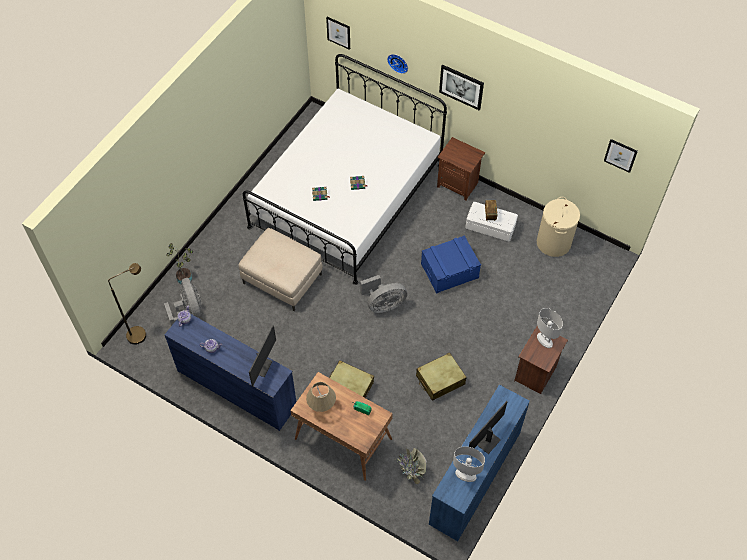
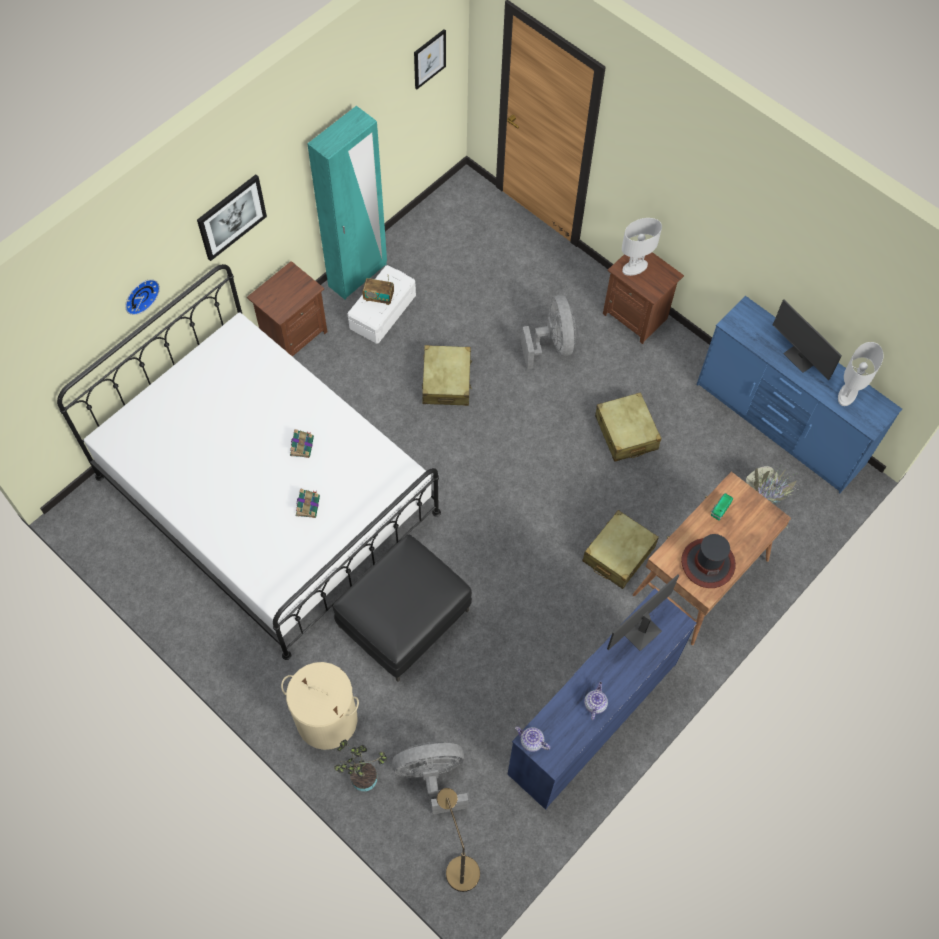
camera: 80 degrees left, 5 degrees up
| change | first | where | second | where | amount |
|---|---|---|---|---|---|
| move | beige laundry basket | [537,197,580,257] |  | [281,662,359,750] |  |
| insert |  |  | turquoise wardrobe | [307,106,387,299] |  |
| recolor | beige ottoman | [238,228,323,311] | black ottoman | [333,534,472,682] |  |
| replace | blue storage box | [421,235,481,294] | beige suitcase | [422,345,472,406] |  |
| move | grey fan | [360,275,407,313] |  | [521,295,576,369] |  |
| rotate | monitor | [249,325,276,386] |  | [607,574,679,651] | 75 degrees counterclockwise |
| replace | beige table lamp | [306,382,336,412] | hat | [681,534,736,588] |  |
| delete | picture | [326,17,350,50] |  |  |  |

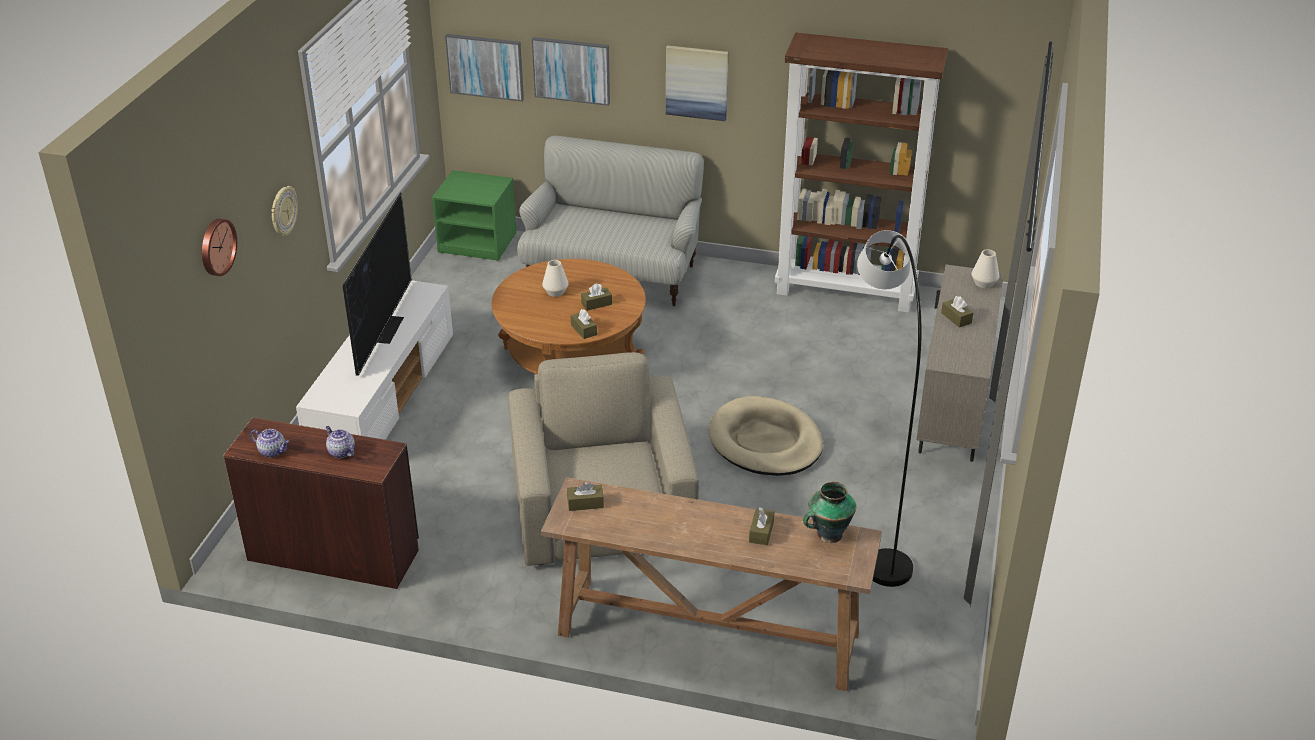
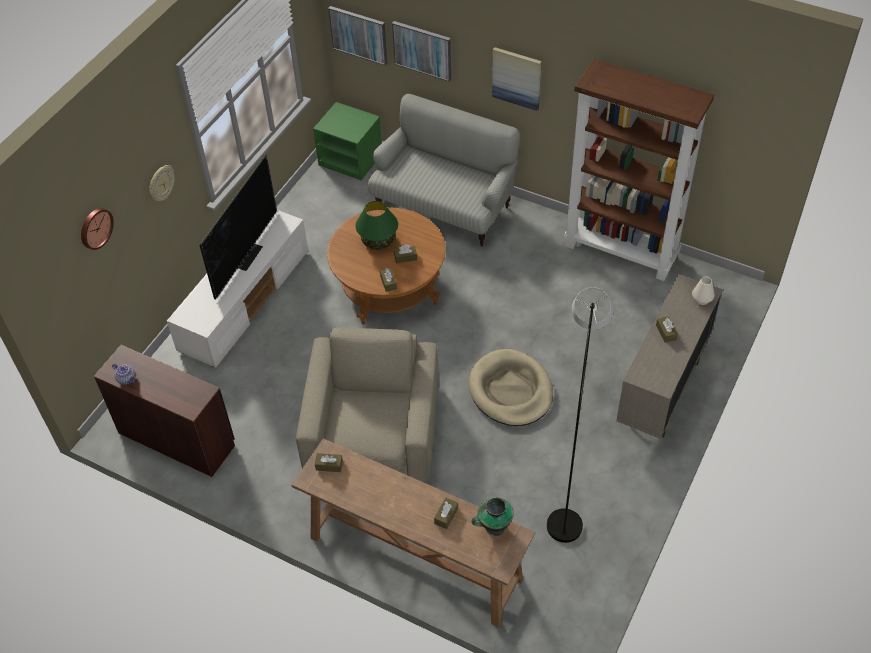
camera: 15 degrees right, 15 degrees up
| change | first | where | second | where | amount |
|---|---|---|---|---|---|
| replace | white vase | [542,260,569,297] | green table lamp | [356,201,398,250] |  |
| delete | teapot | [326,426,355,458] |  |  |  |

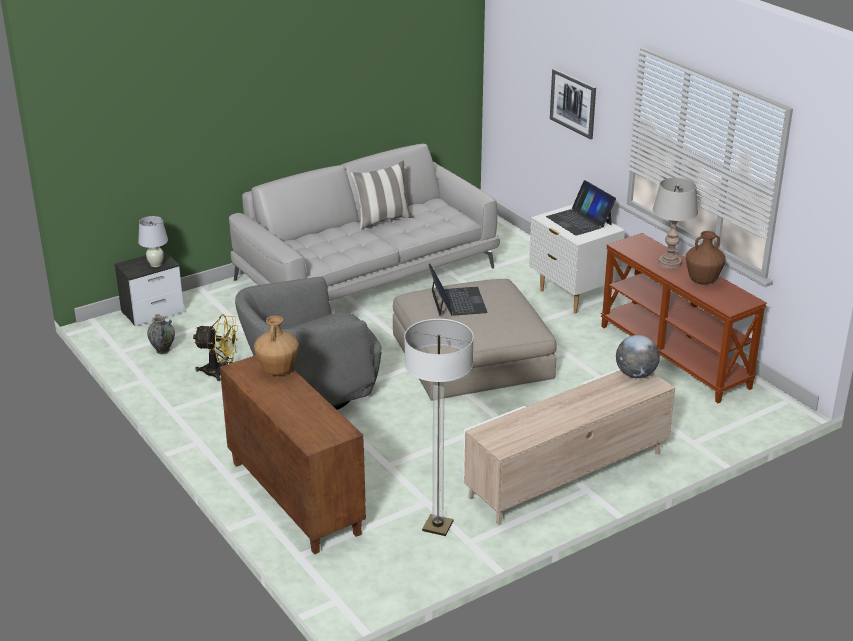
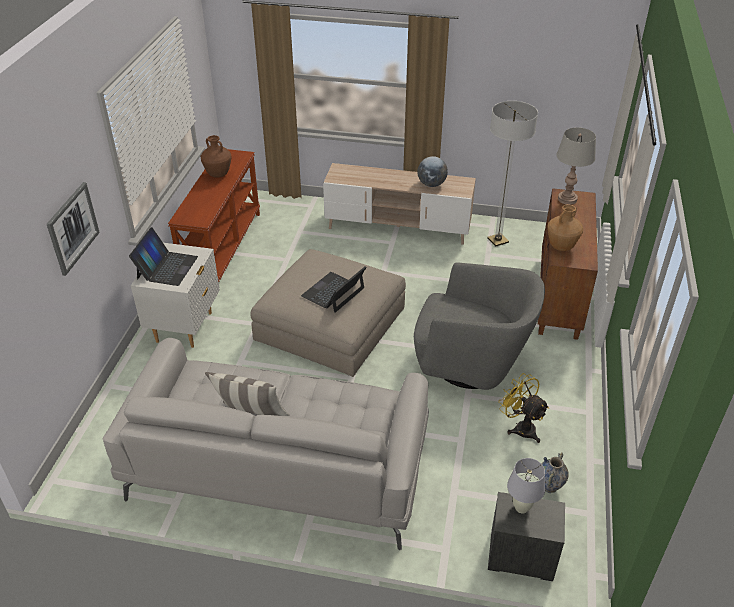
camera: 135 degrees left, 10 degrees up
| change | first | where | second | where | amount |
|---|---|---|---|---|---|
| move | globe | [616,335,660,378] |  | [417,156,448,187] |  |
| move | grey table lamp | [653,178,698,269] |  | [556,127,596,205] |  |

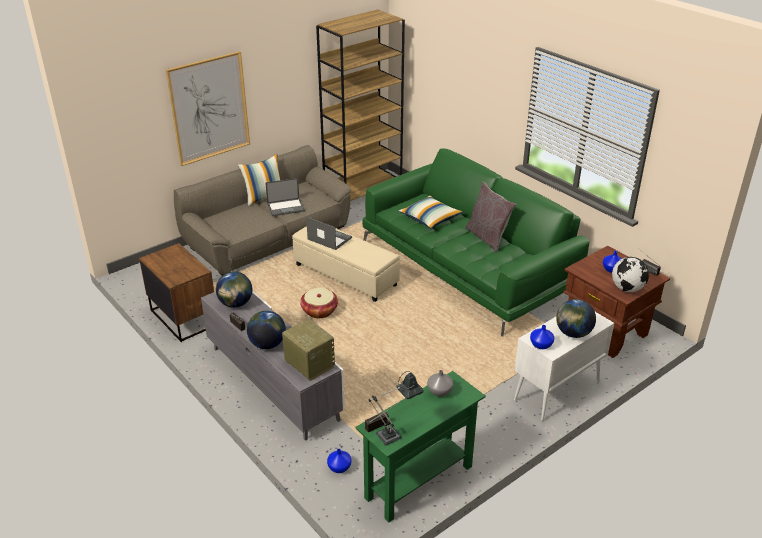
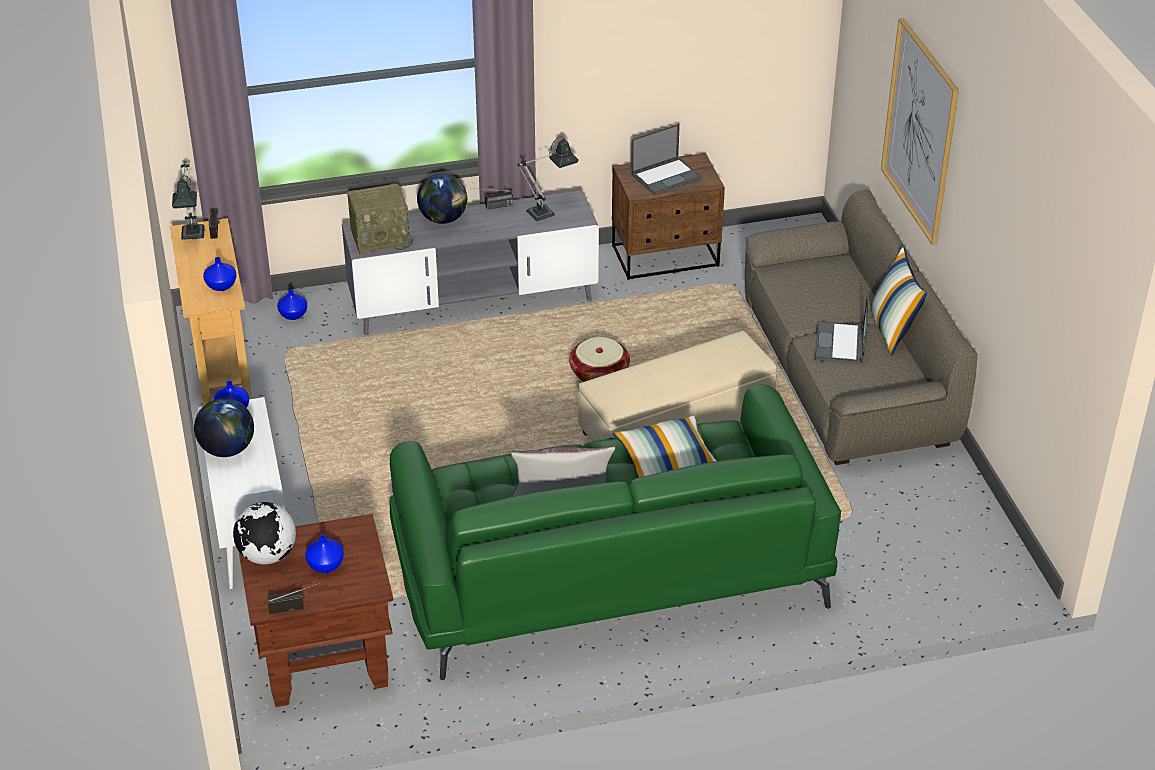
camera: 115 degrees right, 5 degrees up
| change | first | where | second | where | amount |
|---|---|---|---|---|---|
| recolor | green console table | [355,371,486,522] | beige console table | [170,218,252,406] |  |
| recolor | grey vase | [427,370,453,397] | blue vase | [203,257,236,291] |  |
| replace | globe | [216,272,252,308] | table lamp | [517,137,579,221] |  |
| move | laptop | [306,217,352,250] |  | [631,124,702,196] |  |
| delete | brown bookcase | [316,10,405,201] |  |  |  |

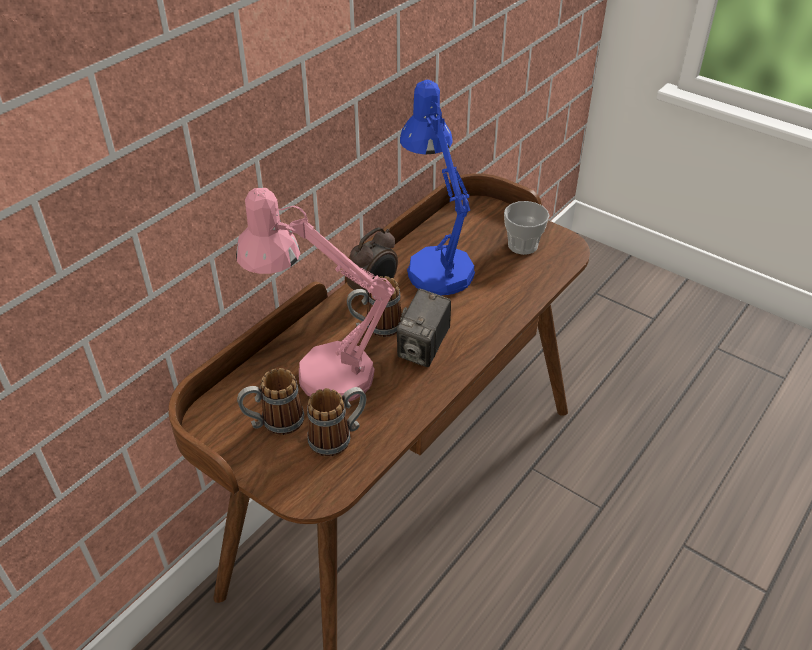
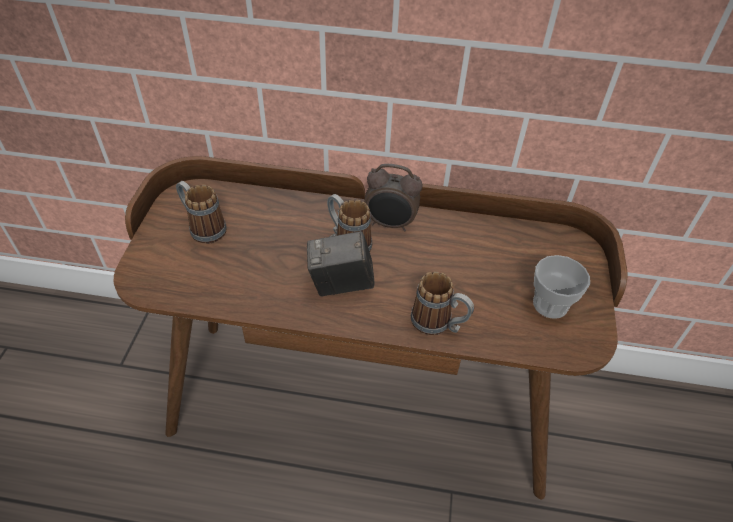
camera: 60 degrees right, 5 degrees up
| change | first | where | second | where | amount |
|---|---|---|---|---|---|
| move | mug | [307,387,366,457] |  | [411,271,474,335] |  |
| delete | pink table lamp | [236,188,395,402] |  |  |  |
| delete | blue table lamp | [400,80,475,296] |  |  |  |

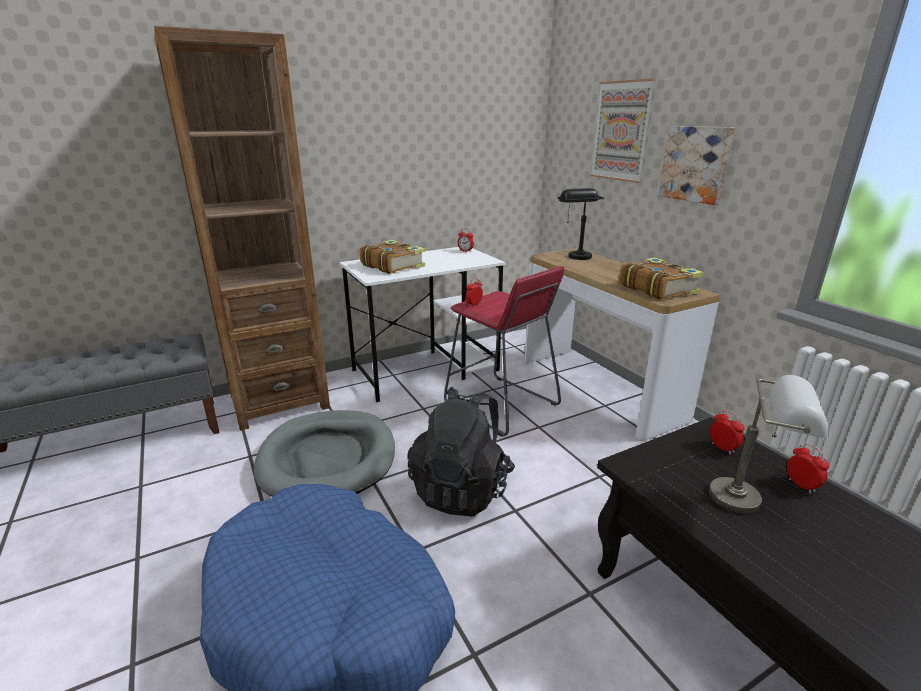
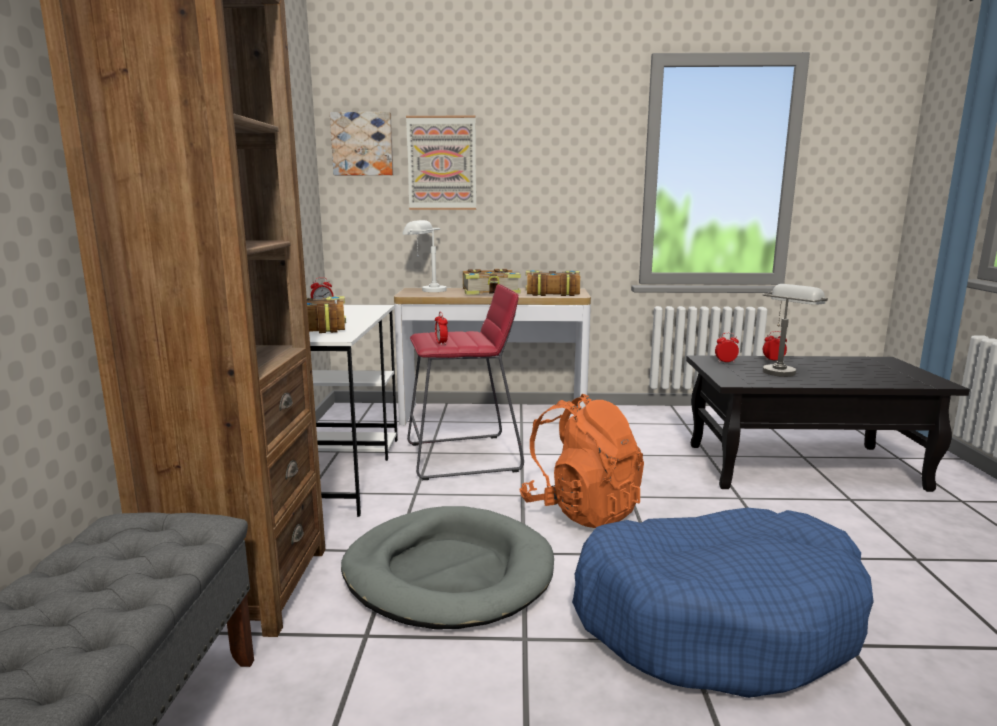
camera: 60 degrees left, 10 degrees down
| change | first | where | second | where | amount |
|---|---|---|---|---|---|
| move | picture | [658,126,735,205] |  | [330,112,394,175] |  |
| recolor | black table lamp | [558,188,604,260] | white table lamp | [402,220,447,292] |  |
| insert |  |  | book | [463,269,521,295] |  |
| recolor | black backpack | [407,387,515,517] | orange backpack | [520,394,644,528] |  |

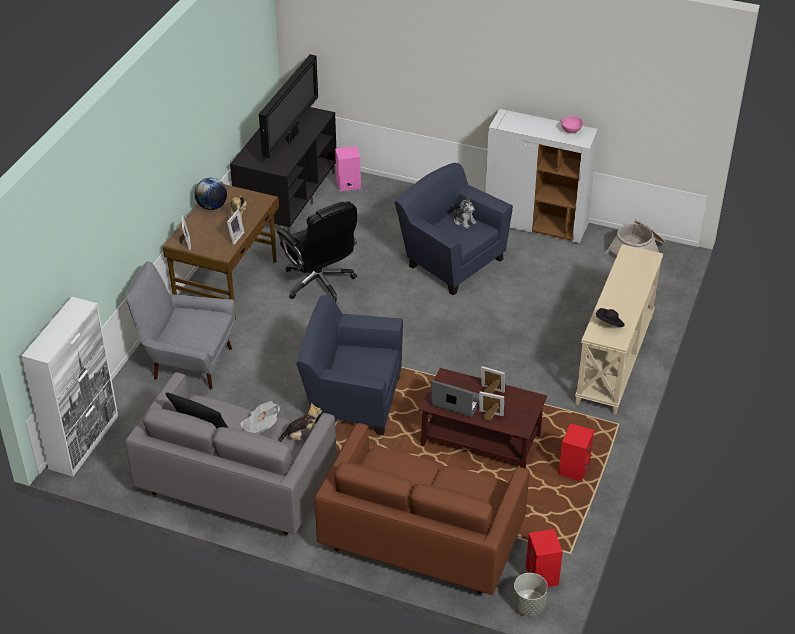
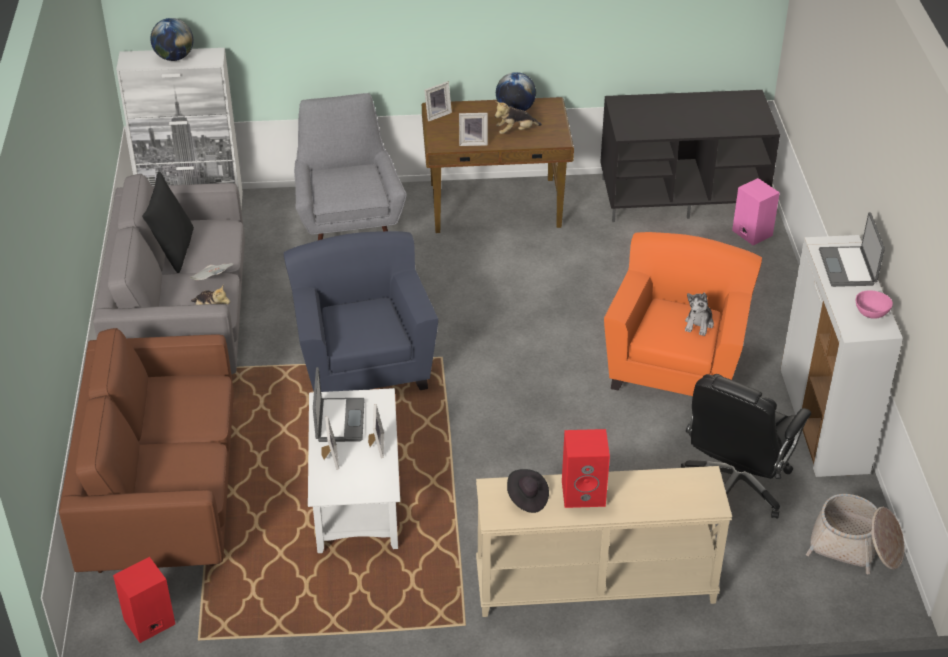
camera: 65 degrees right, 0 degrees up
| change | first | where | second | where | amount |
|---|---|---|---|---|---|
| insert |  |  | globe | [150,18,193,61] |  |
| recolor | brown coffee table | [418,368,547,468] | white coffee table | [308,388,400,553] |  |
| move | red speaker | [558,424,594,482] |  | [562,429,610,508] |  |
| recolor | blue armchair | [395,163,513,296] | orange armchair | [604,232,762,396] |  |
| move | black office chair | [277,201,357,302] |  | [681,374,811,519] |  |
| insert |  |  | laptop | [819,212,885,287] |  |
| delete | television | [259,54,318,158] |  |  |  |
| delete | grey planter | [513,573,548,616] |  |  |  |

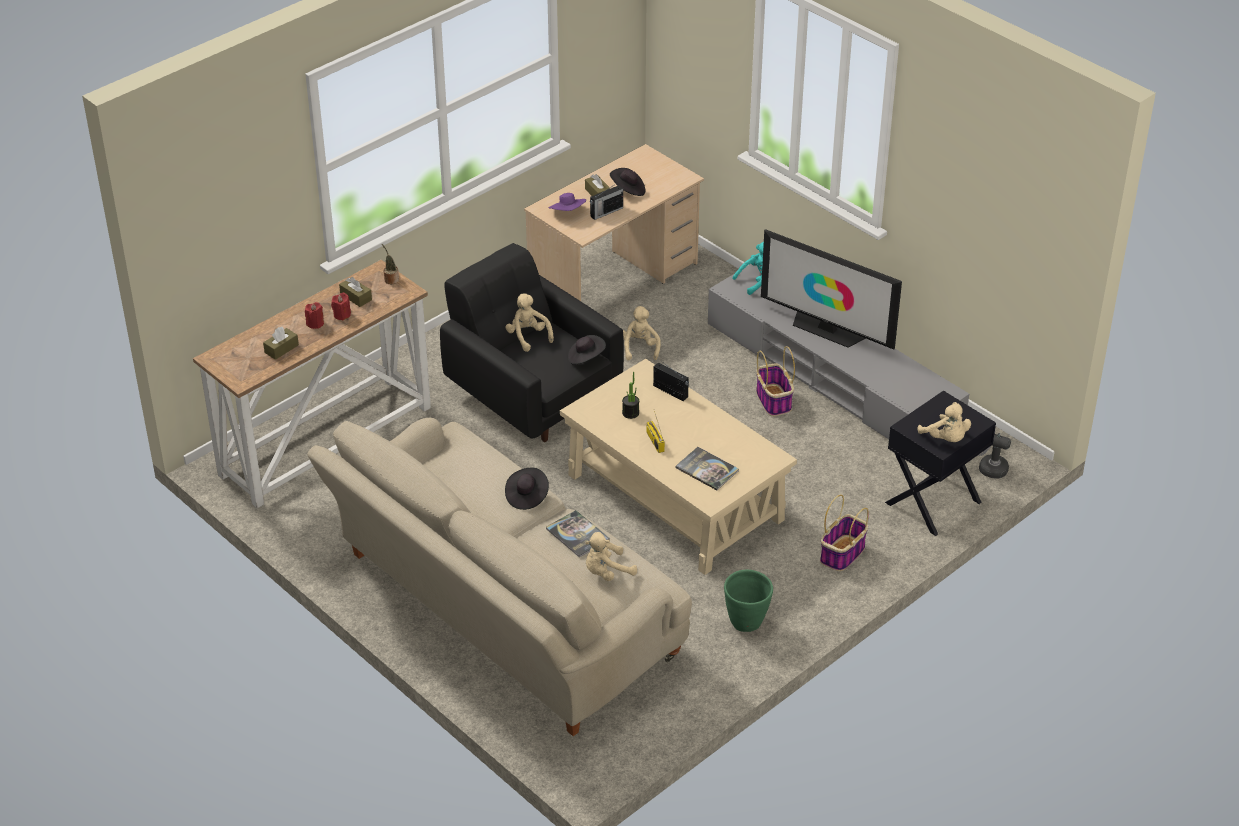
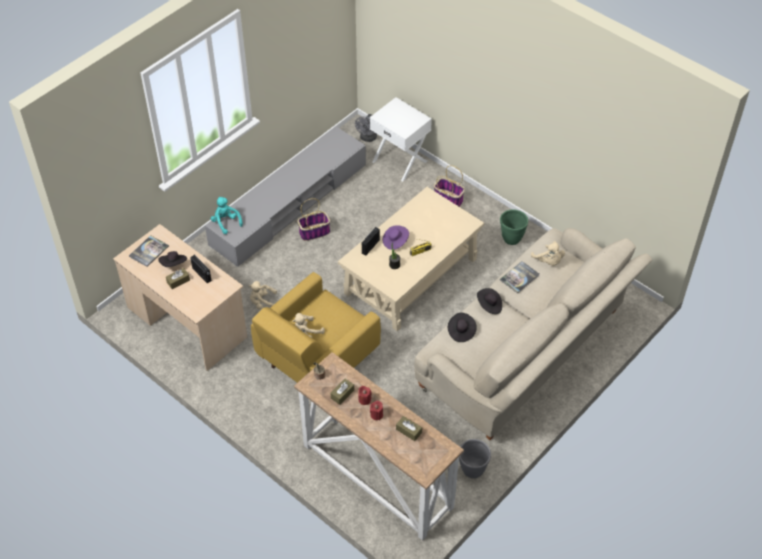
camera: 95 degrees left, 10 degrees up
| change | first | where | second | where | amount |
|---|---|---|---|---|---|
| move | book | [675,447,739,490] |  | [129,235,169,267] |  |
| recolor | black armchair | [440,243,624,442] | yellow armchair | [251,272,381,383] |  |
| recolor | black nightstand | [885,391,996,536] | white nightstand | [370,97,432,181] |  |
| move | purple hat | [548,193,586,211] |  | [382,225,409,250] |  |
| move | black hat | [568,335,606,365] |  | [448,313,477,342] |  |
| insert |  |  | grey planter | [459,439,491,479] |  |
| delete | television | [761,229,902,349] |  |  |  |
| delete | beige plush toy | [918,402,971,442] |  |  |  |

